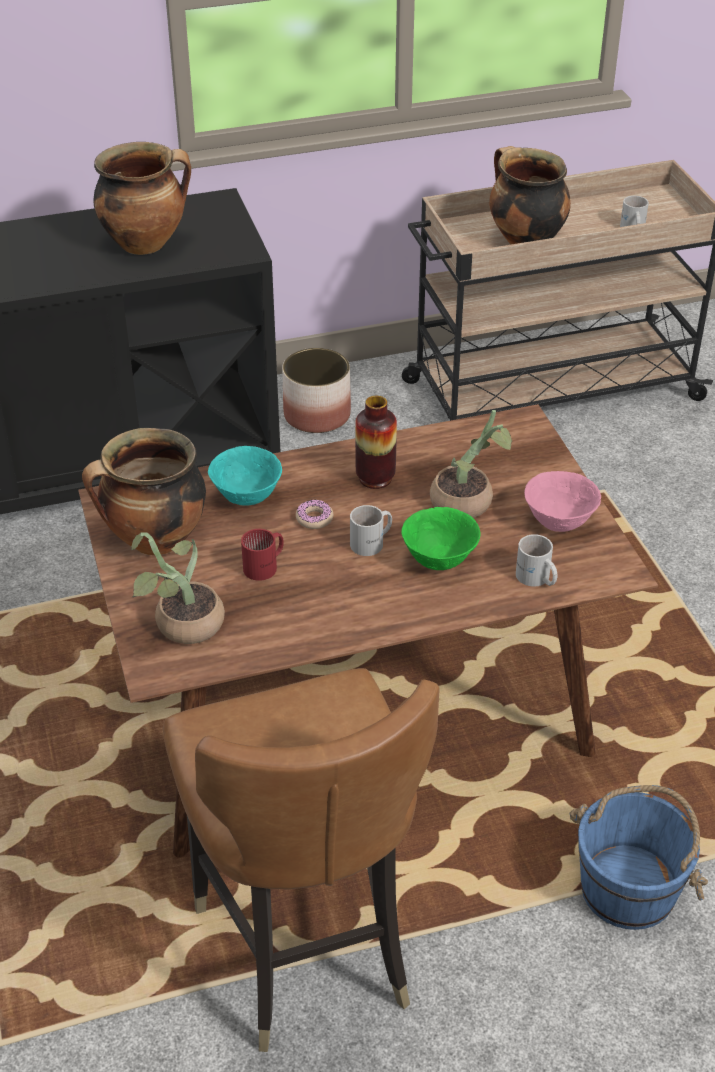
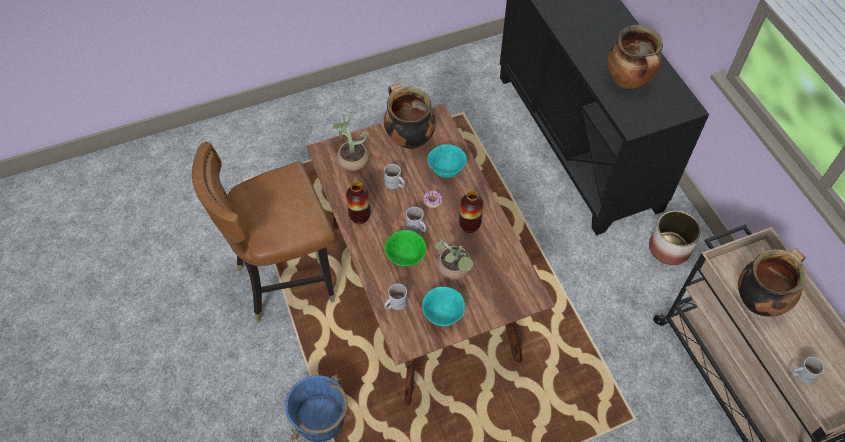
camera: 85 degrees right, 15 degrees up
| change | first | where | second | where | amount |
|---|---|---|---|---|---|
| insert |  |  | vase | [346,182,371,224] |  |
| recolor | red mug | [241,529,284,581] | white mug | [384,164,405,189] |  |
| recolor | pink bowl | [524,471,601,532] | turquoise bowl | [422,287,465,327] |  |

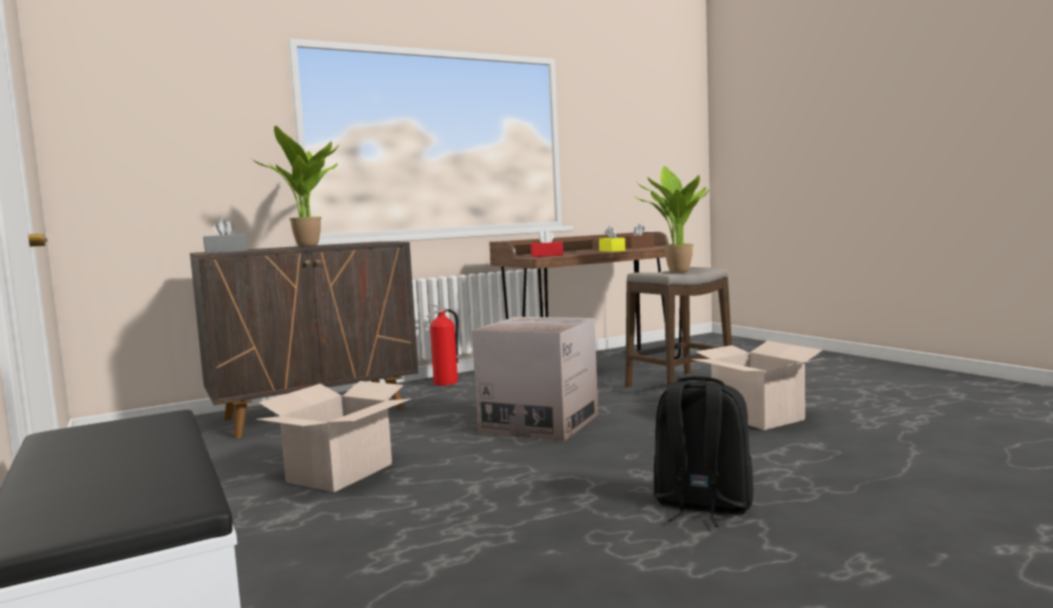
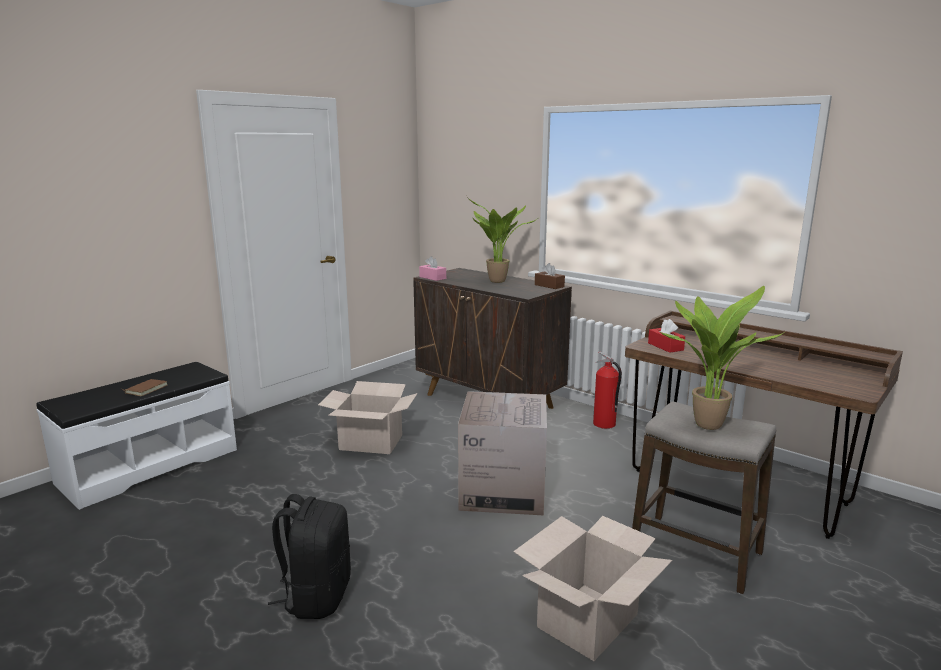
camera: 70 degrees right, 10 degrees up
| change | first | where | second | where | amount |
|---|---|---|---|---|---|
| insert |  |  | brown book | [122,379,167,396] |  |
| recolor | grey tissue box | [203,219,247,254] | pink tissue box | [419,256,446,281] |  |
| move | brown tissue box | [623,224,654,249] |  | [535,263,565,289] |  |
| delete | yellow tissue box | [599,226,626,252] |  |  |  |

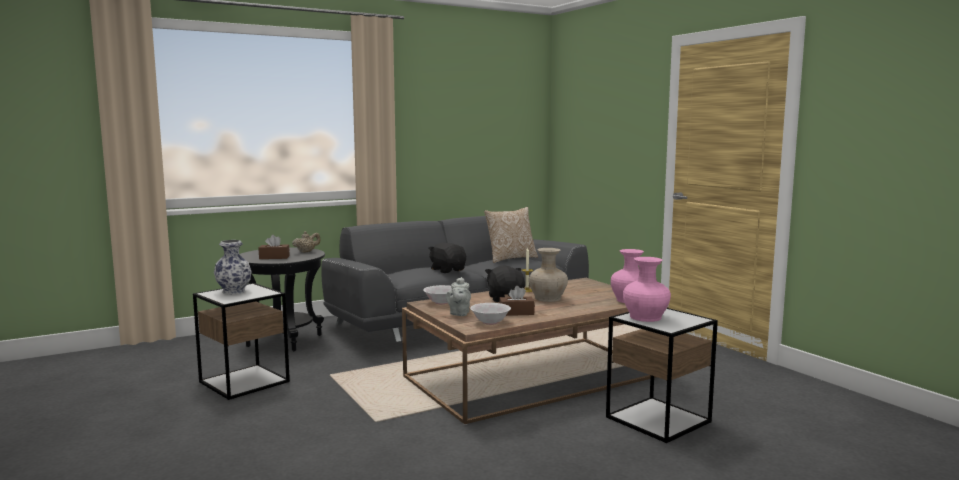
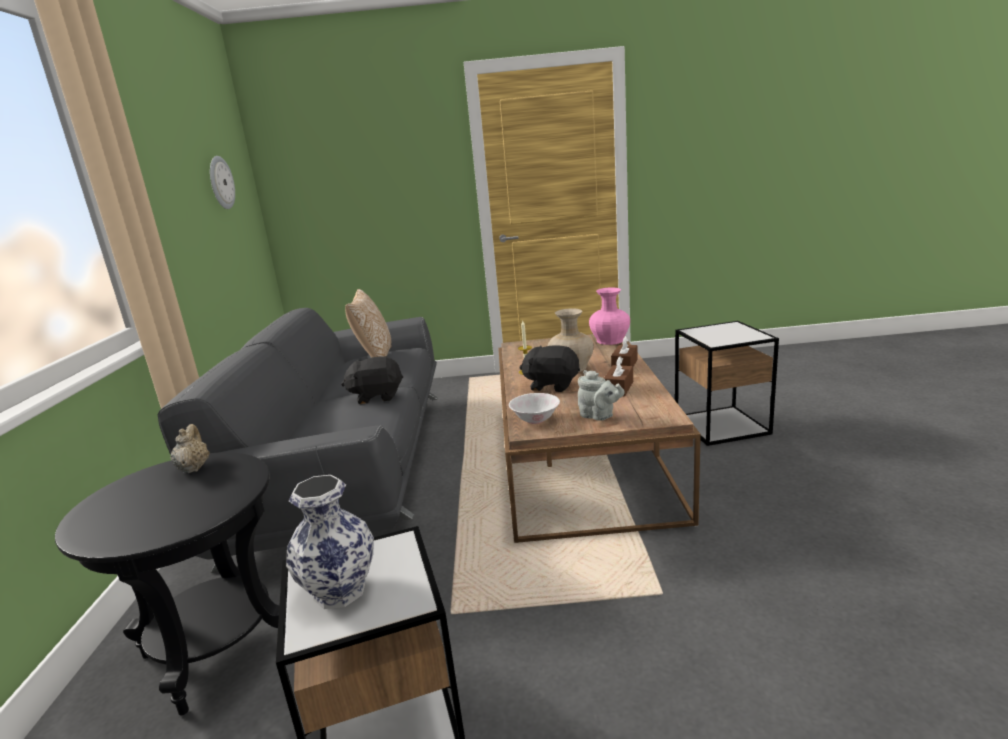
camera: 60 degrees left, 10 degrees up
| change | first | where | second | where | amount |
|---|---|---|---|---|---|
| insert |  |  | wall clock | [210,156,235,209] |  |
| move | brown tissue box | [259,235,290,259] |  | [611,336,638,367] |  |
| delete | white bowl | [470,303,511,325] |  |  |  |
| delete | pink vase | [623,257,671,322] |  |  |  |

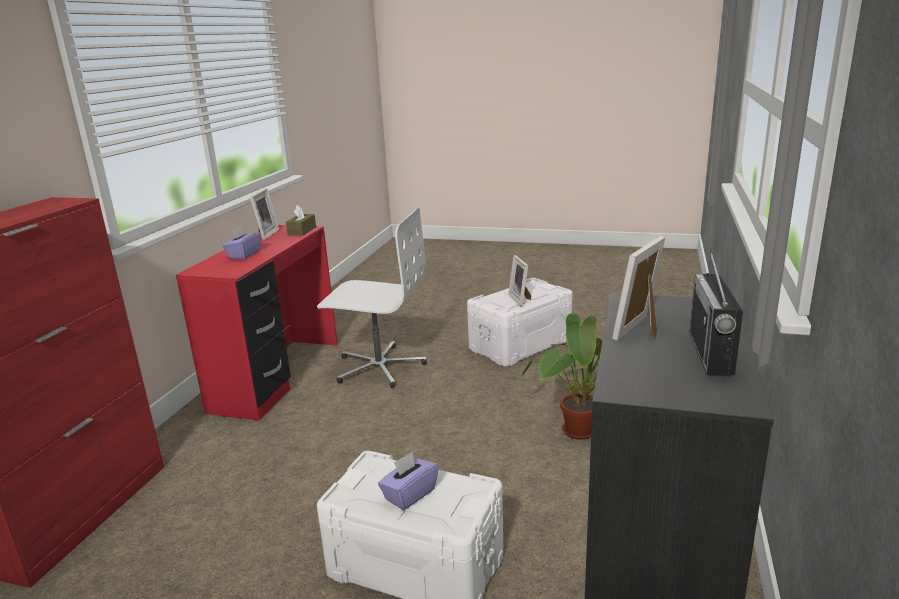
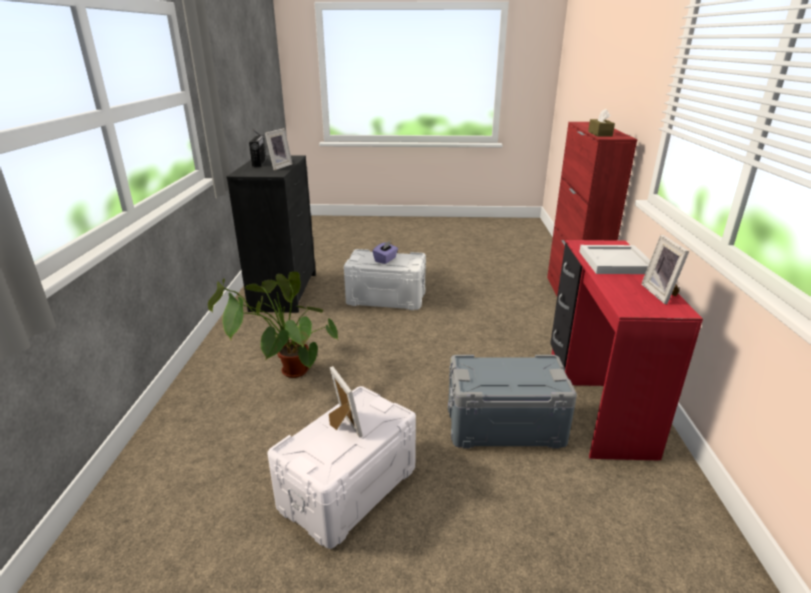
camera: 165 degrees right, 5 degrees up
| change | first | where | second | where | amount |
|---|---|---|---|---|---|
| replace | white office chair | [317,207,427,388] | grey storage box | [448,355,577,448] |  |
| replace | purple tissue box | [223,225,261,259] | white tray | [579,245,650,274] |  |
| move | brown tissue box | [286,205,316,236] |  | [588,108,615,137] |  |

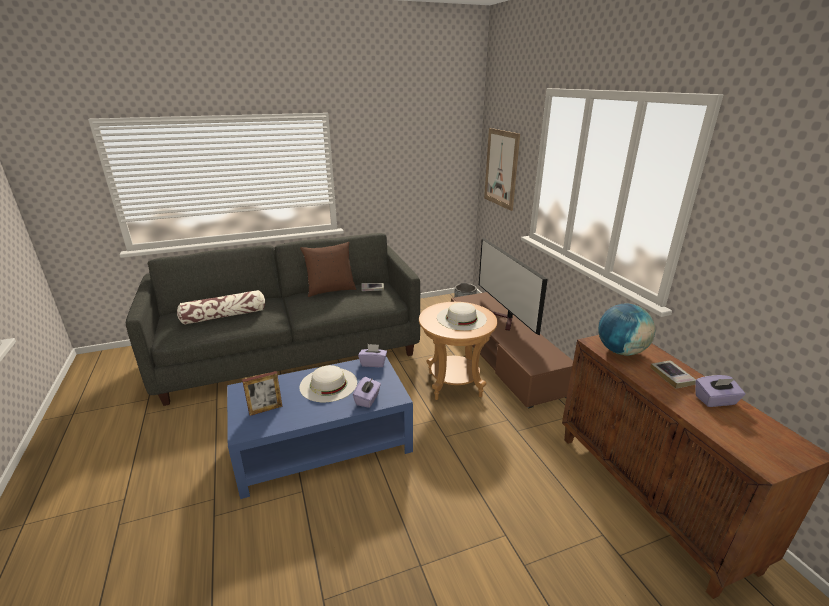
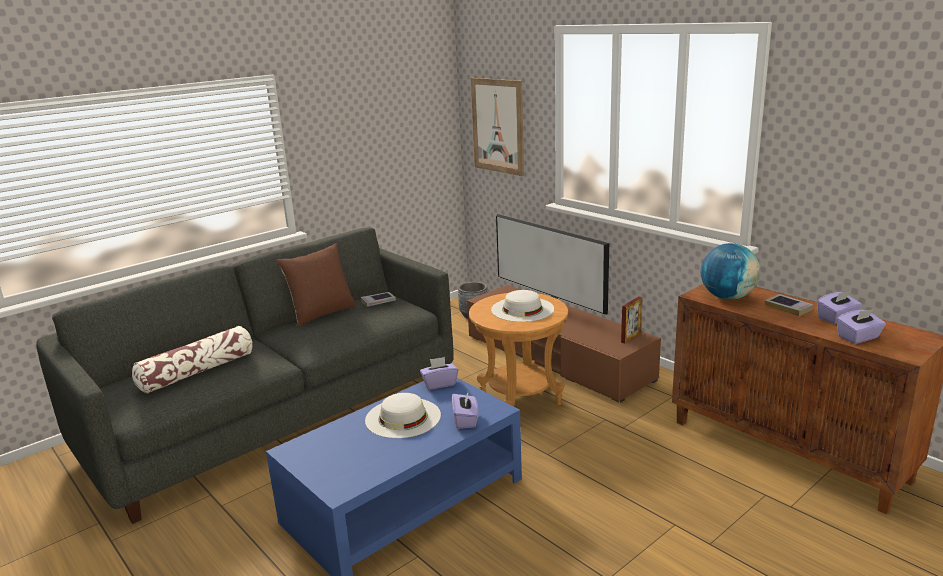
camera: 20 degrees left, 5 degrees down
| change | first | where | second | where | amount |
|---|---|---|---|---|---|
| move | picture frame | [242,371,283,416] |  | [621,296,643,344] |  |
| insert |  |  | purple tissue box | [837,309,886,344] |  |

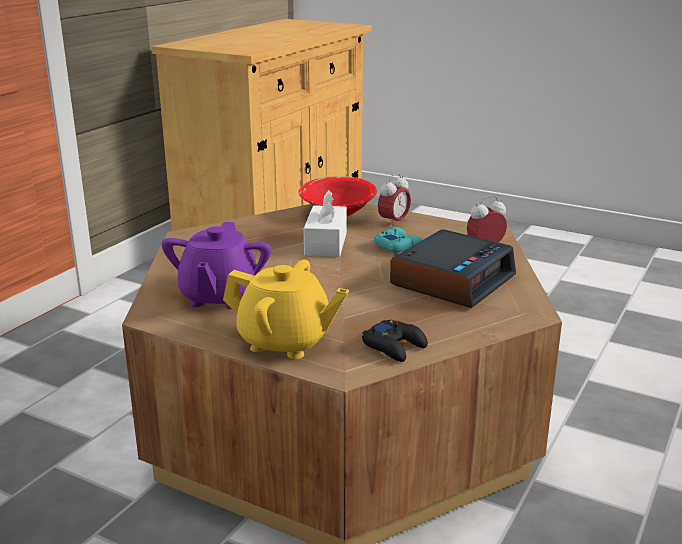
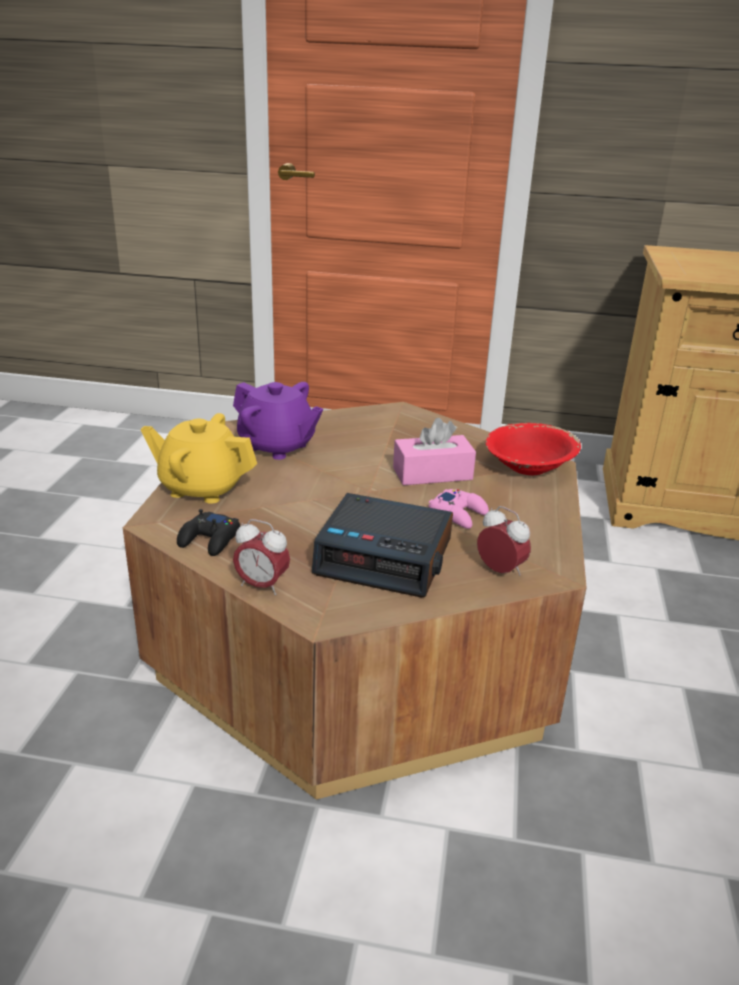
camera: 70 degrees right, 5 degrees up
| change | first | where | second | where | amount |
|---|---|---|---|---|---|
| rotate | yellow teapot | [223,260,349,359] |  | [141,413,257,504] | 105 degrees clockwise |
| rotate | purple teapot | [161,222,271,309] |  | [233,382,323,460] | 135 degrees counterclockwise |
| move | alarm clock | [378,173,411,227] |  | [233,519,290,595] |  |
| recolor | white tissue box | [304,190,347,257] | pink tissue box | [393,418,476,485] |  |
| recolor | turquoise game controller | [374,227,422,253] | pink game controller | [428,489,489,529] |  |

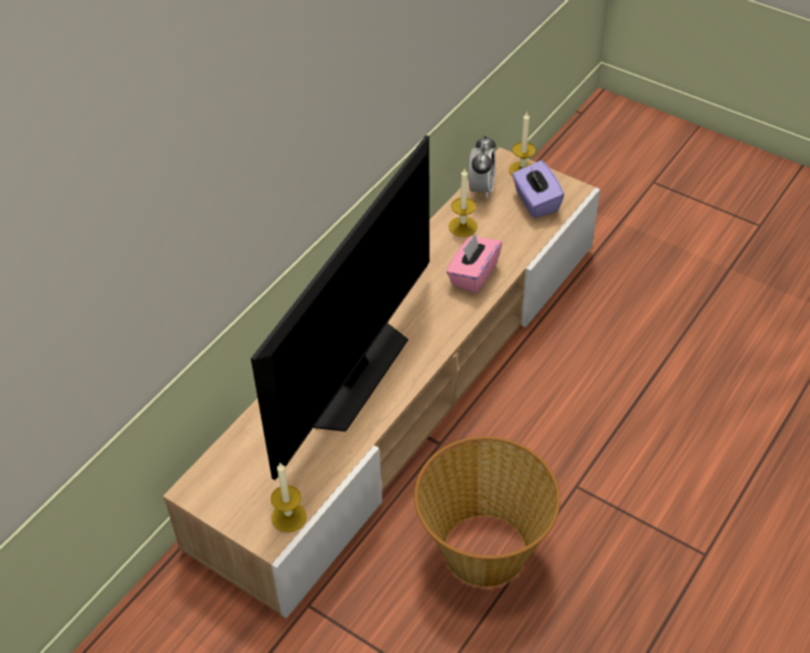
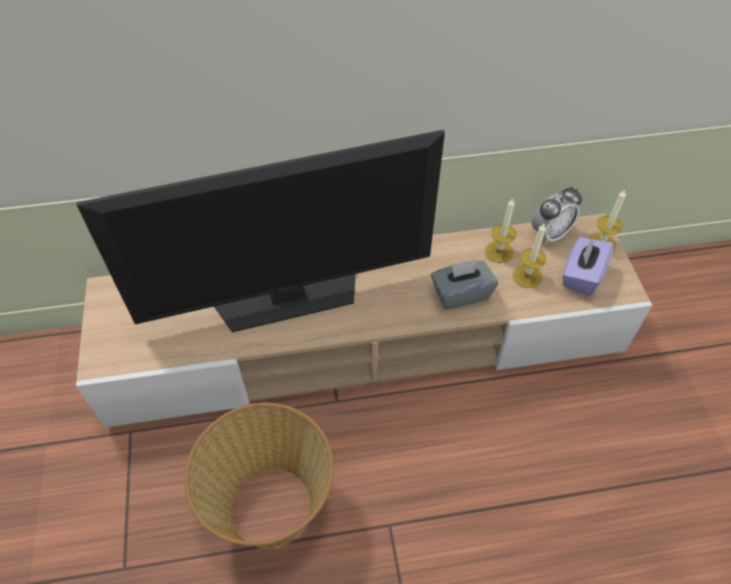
camera: 45 degrees right, 5 degrees up
| change | first | where | second | where | amount |
|---|---|---|---|---|---|
| recolor | pink tissue box | [446,234,502,293] | grey tissue box | [431,259,498,309] |  |
| move | candle | [271,463,307,533] |  | [513,224,546,288] |  |

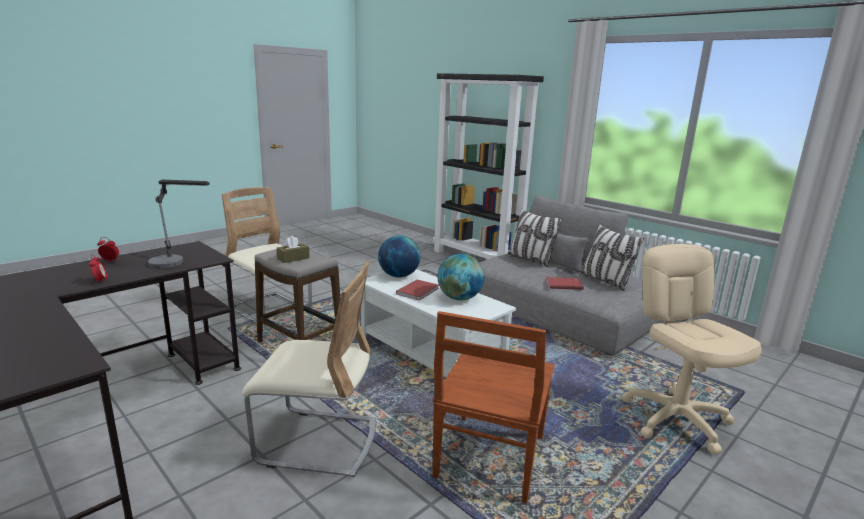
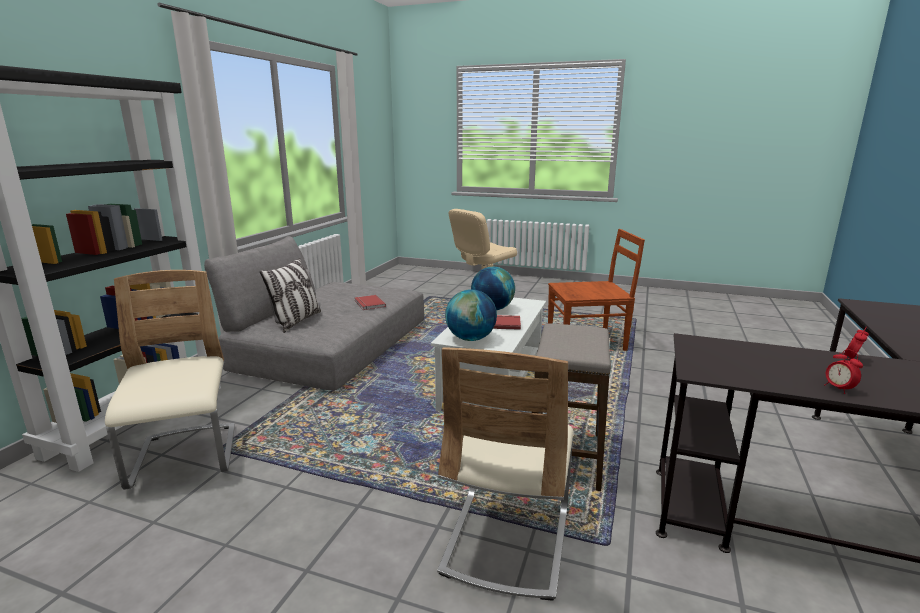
camera: 115 degrees left, 0 degrees up
| change | first | where | second | where | amount |
|---|---|---|---|---|---|
| move | beige chair | [242,261,376,477] |  | [105,270,235,490] |  |
| delete | table lamp | [148,180,210,268] |  |  |  |
| delete | brown tissue box | [277,235,309,263] |  |  |  |
| delete | pillow | [580,224,644,291] |  |  |  |

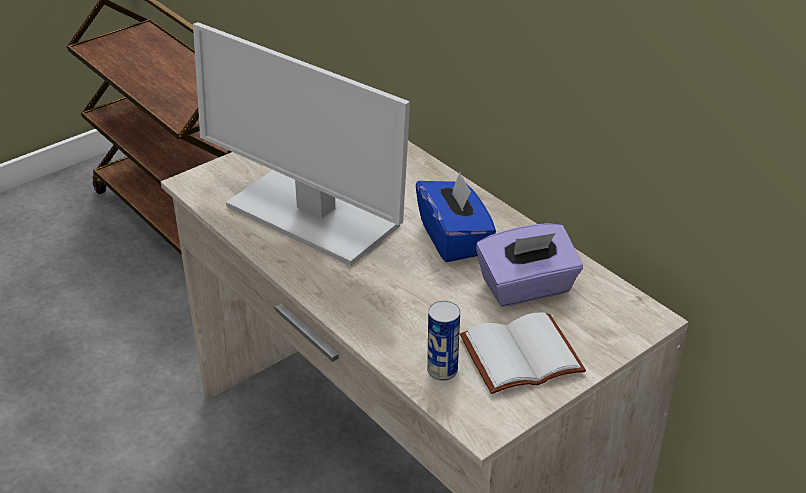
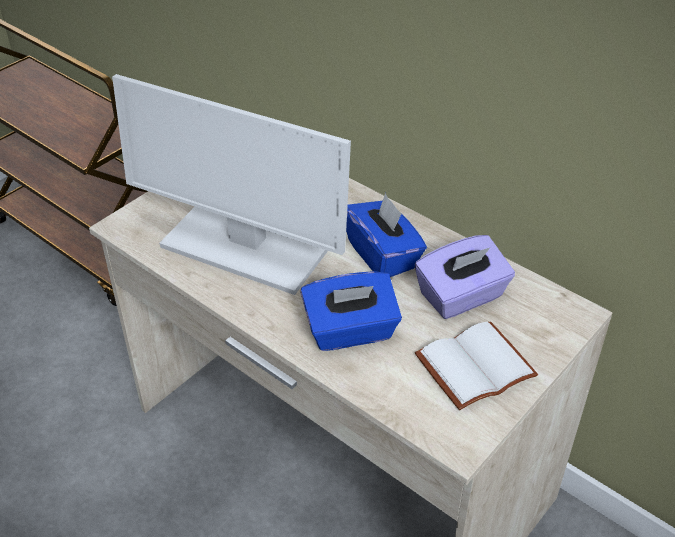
camera: 10 degrees left, 5 degrees up
| change | first | where | second | where | amount |
|---|---|---|---|---|---|
| insert |  |  | blue tissue box | [300,271,402,351] |  |
| delete | can | [427,301,460,381] |  |  |  |

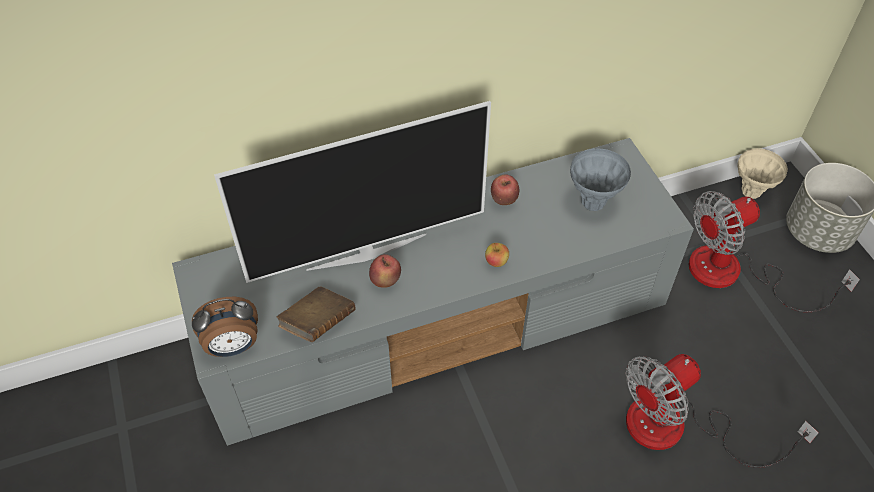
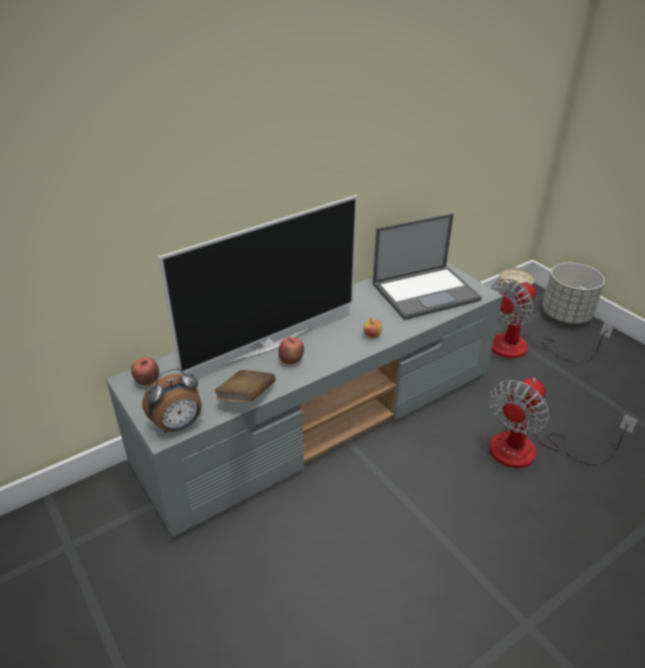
camera: 15 degrees left, 15 degrees down
| change | first | where | second | where | amount |
|---|---|---|---|---|---|
| move | apple | [491,174,519,205] |  | [131,357,159,386] |  |
| replace | grey vase | [570,149,631,211] | laptop | [373,213,482,320] |  |

